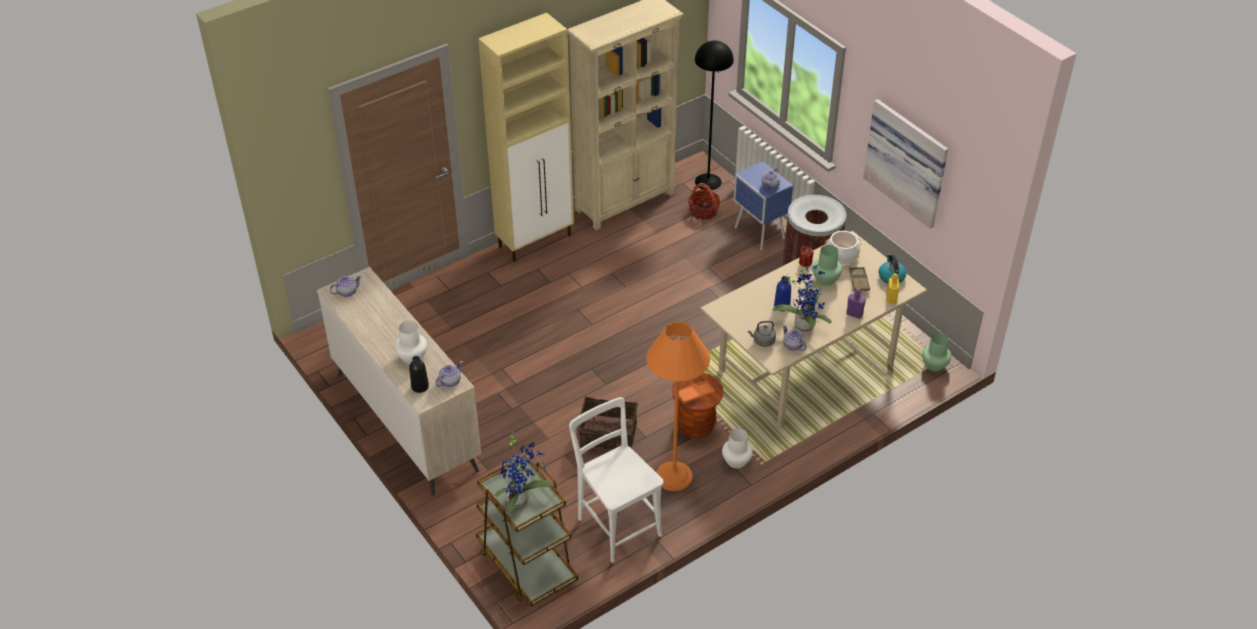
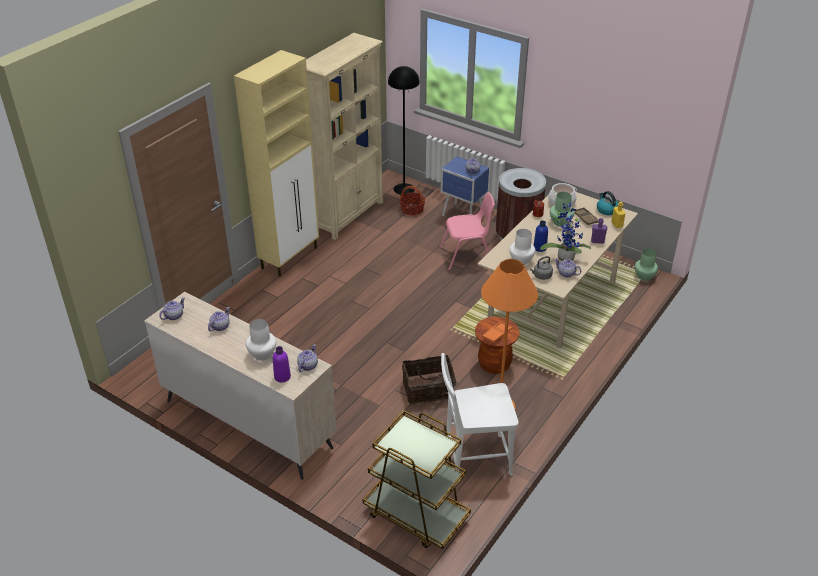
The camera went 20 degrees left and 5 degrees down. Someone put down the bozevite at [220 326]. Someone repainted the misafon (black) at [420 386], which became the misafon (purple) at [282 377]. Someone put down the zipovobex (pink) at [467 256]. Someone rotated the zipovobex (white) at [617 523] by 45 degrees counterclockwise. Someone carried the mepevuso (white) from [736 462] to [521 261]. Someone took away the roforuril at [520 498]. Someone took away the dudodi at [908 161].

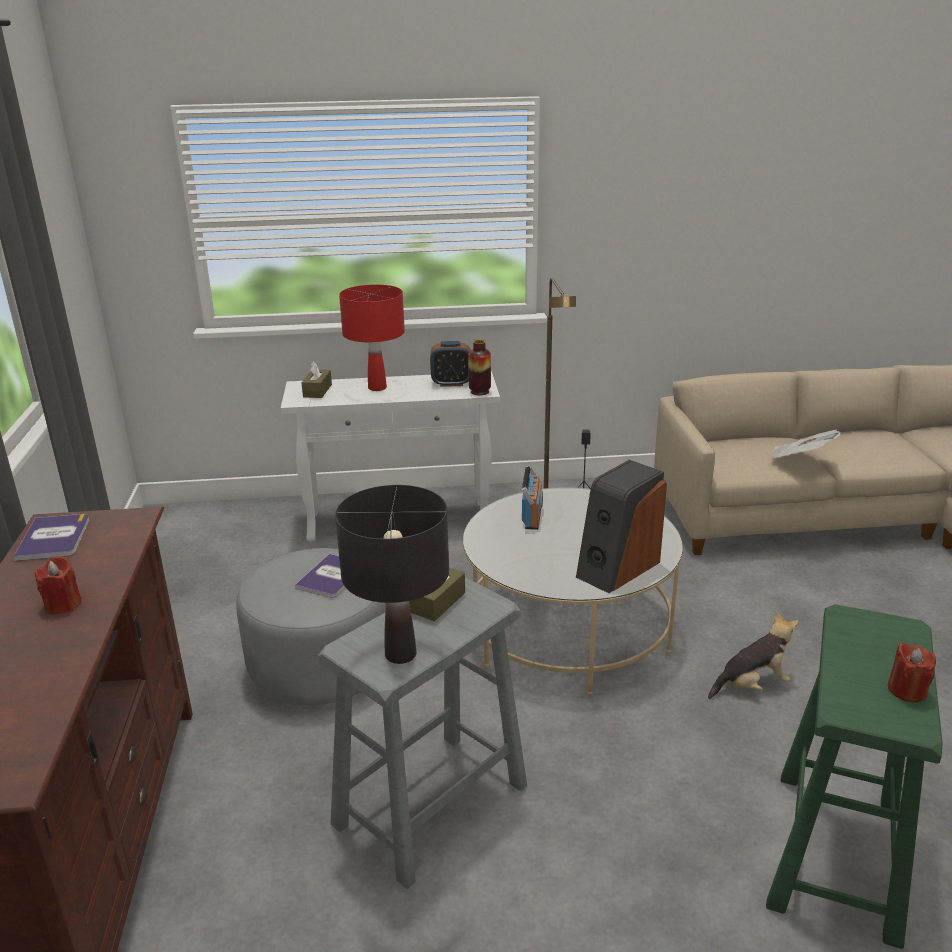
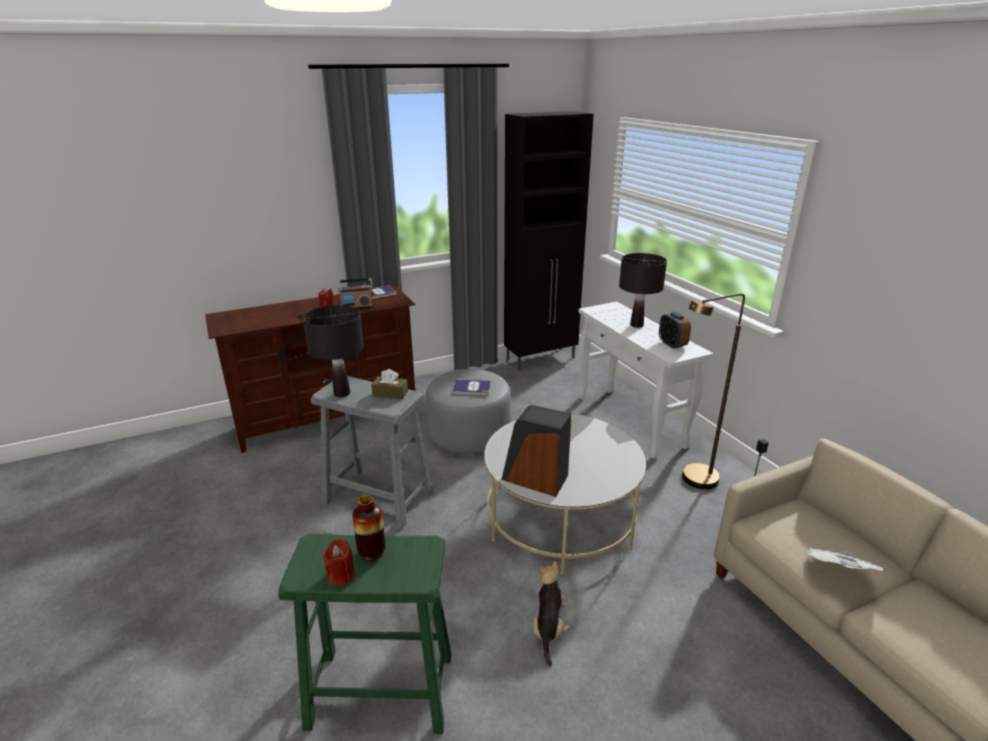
The camera went 70 degrees right and 0 degrees up. Someone carried the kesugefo from [532 517] to [357 307]. Someone carried the mepevuso from [480 392] to [372 552]. Someone put down the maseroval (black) at [541 358]. Someone rotated the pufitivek at [752 685] by 135 degrees counterclockwise. Someone repainted the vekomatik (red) at [377 388], which became the vekomatik (black) at [636 325]. Someone took away the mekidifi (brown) at [317 391].

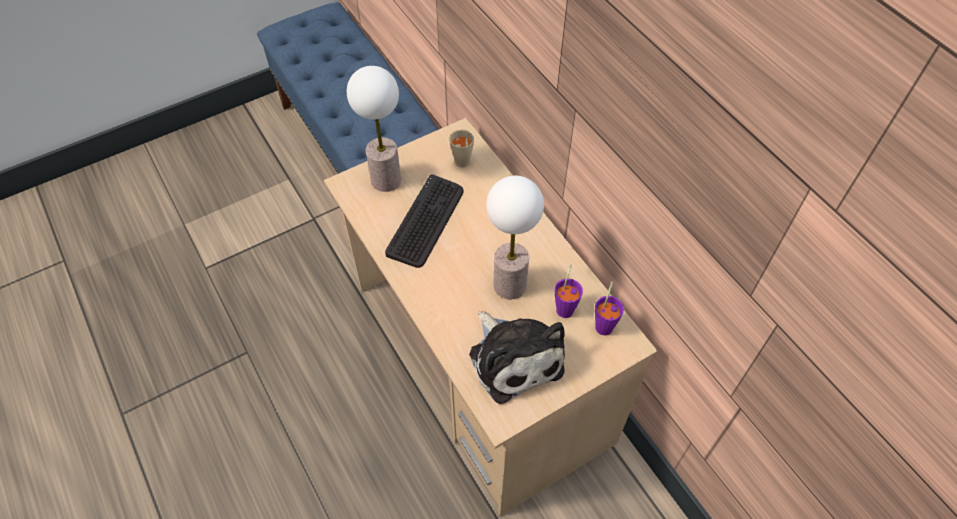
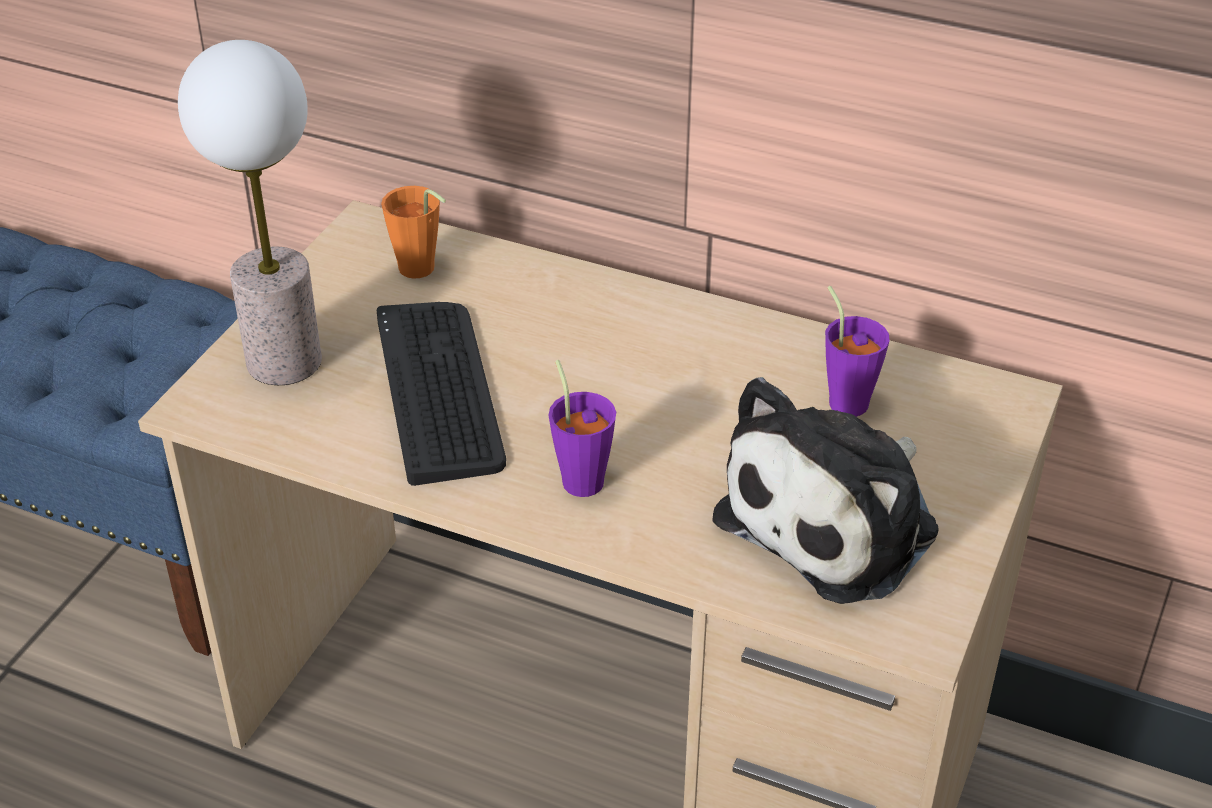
The camera went 35 degrees left and 15 degrees down. Someone repainted the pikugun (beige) at [462 164], which became the pikugun (orange) at [421 272]. Someone carried the pikugun (purple) from [605 324] to [580 475]. Someone rotated the pufitivek at [514 357] by 105 degrees clockwise. Someone took away the vekomatik at [509 285].

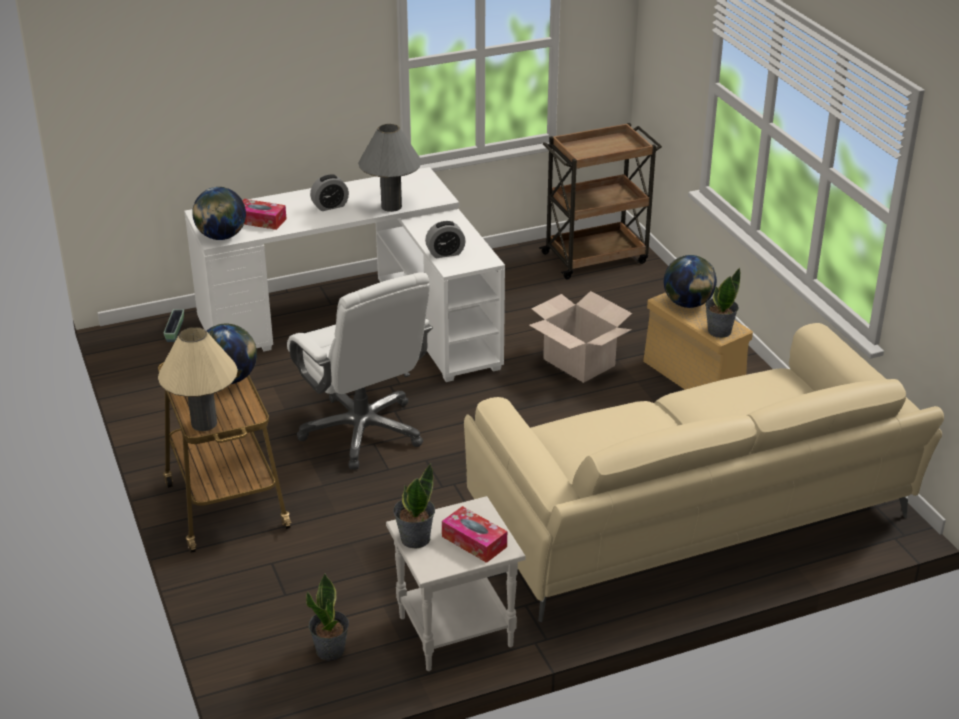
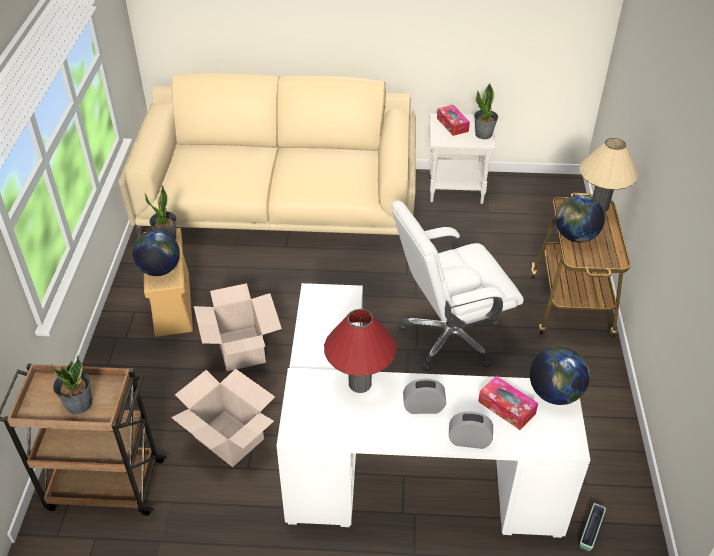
The camera went 155 degrees left and 10 degrees up. Someone carried the roforuril from [331 650] to [78 403]. Someone put down the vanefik at [228 438]. Someone repainted the vekomatik (grey) at [391 206], which became the vekomatik (red) at [360 383]. Someone rotated the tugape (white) at [363 431] by 105 degrees counterclockwise. Someone carried the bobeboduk from [445 253] to [469 441].

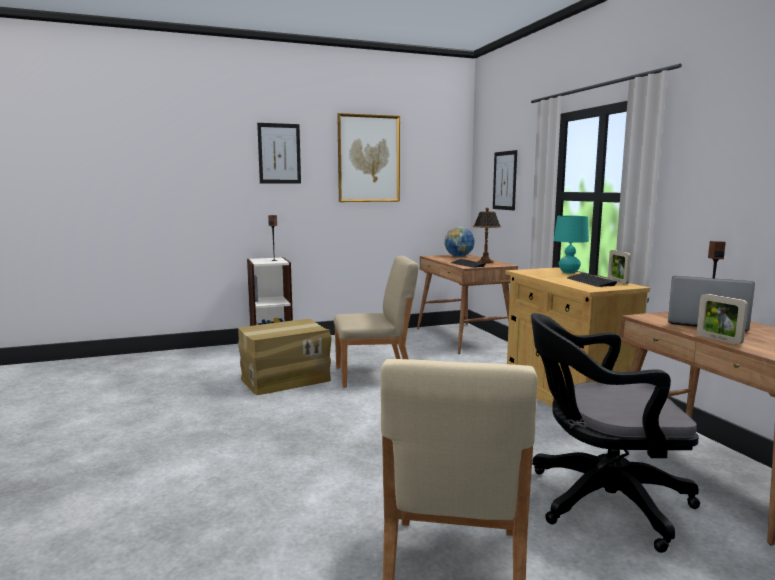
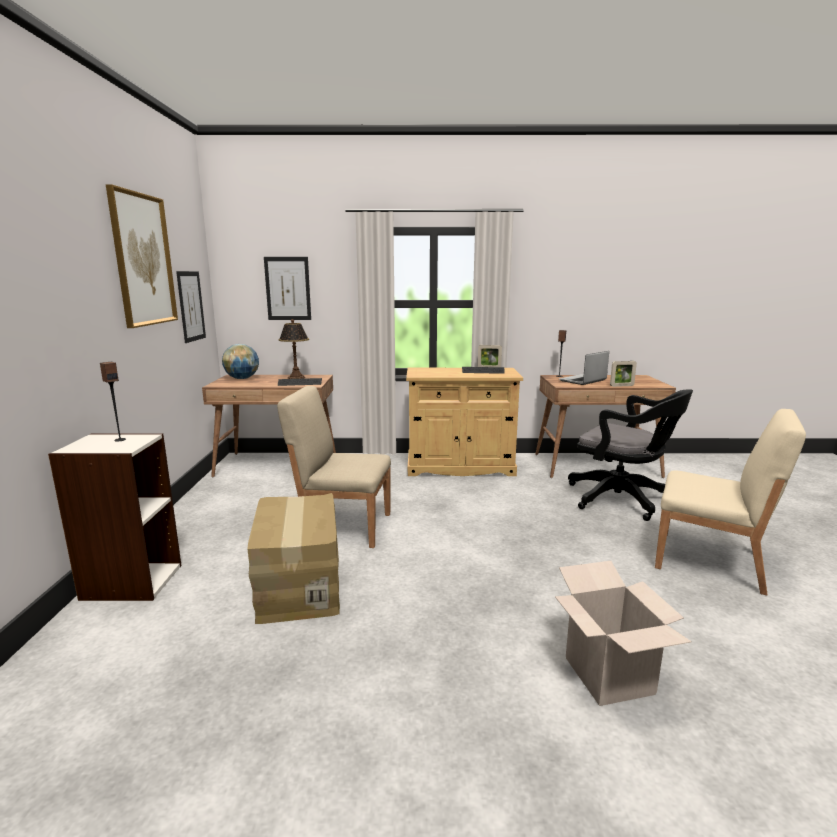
The camera went 70 degrees left and 5 degrees up. Someone carried the dudodi from [279 153] to [191 306]. Someone rotated the zipovobex (beige) at [375 375] by 90 degrees counterclockwise. Someone put down the vanefik at [609 676]. Someone rotated the tugape (black) at [600 501] by 75 degrees counterclockwise. Someone took away the vekomatik (turquoise) at [569 272].

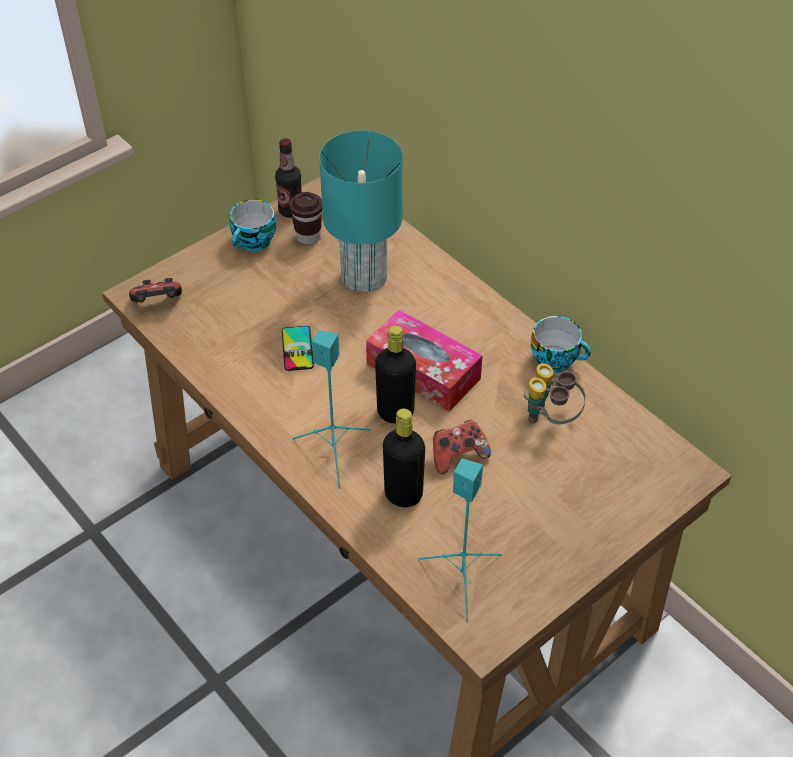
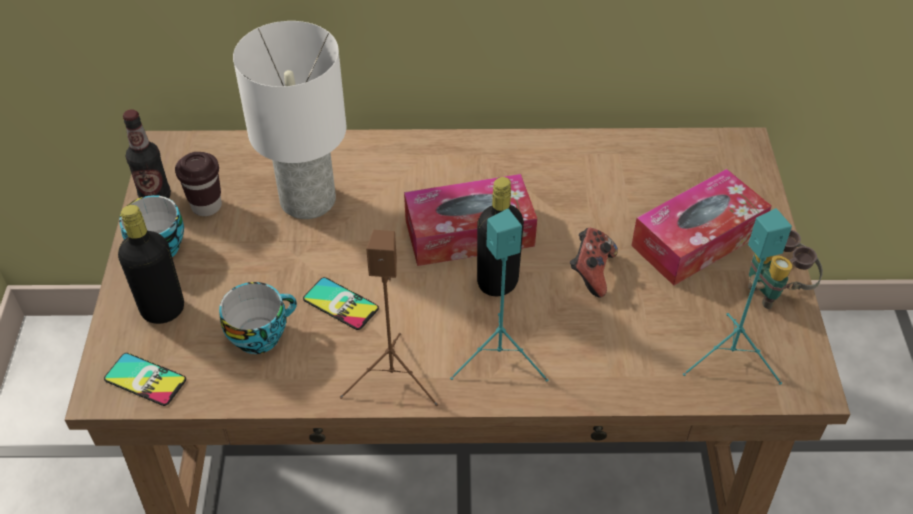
The camera went 50 degrees left and 0 degrees up. Someone swapped the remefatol at [158 304] for the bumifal at [145 379]. Someone carried the misafon (black) from [403 494] to [163 310]. Someone carried the pikugun from [556 359] to [260 334]. Someone repainted the vekomatik (turquoise) at [363 276], which became the vekomatik (white) at [306 200]. Someone put down the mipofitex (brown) at [393 378]. Someone put down the mekidifi at [697 239]. Someone carried the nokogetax from [550 418] to [774 290].

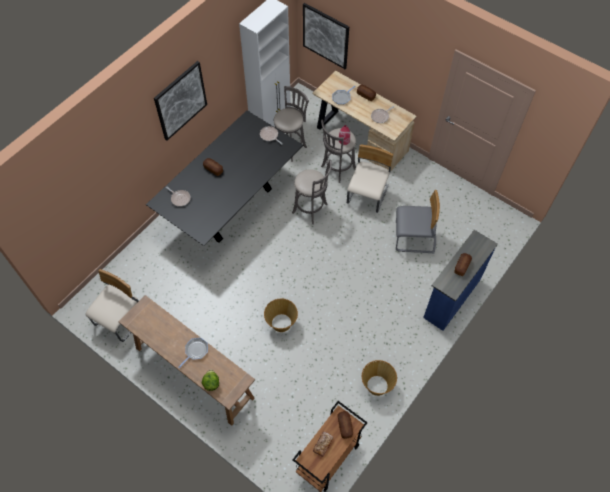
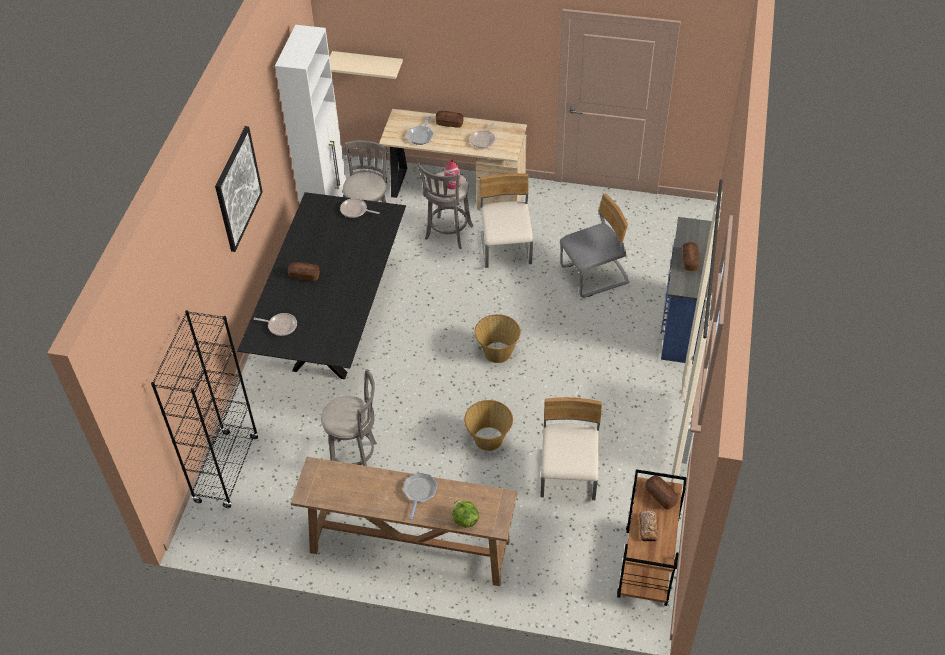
The camera went 25 degrees left and 10 degrees down. Someone put down the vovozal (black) at [227 469]. Someone carried the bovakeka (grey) from [311 209] to [356 460]. Someone swapped the dudodi at [325 36] for the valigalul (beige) at [368 64]. Someone carried the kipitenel from [377 385] to [497 352]. Someone carried the zipovobex (beige) from [122 318] to [569 475].

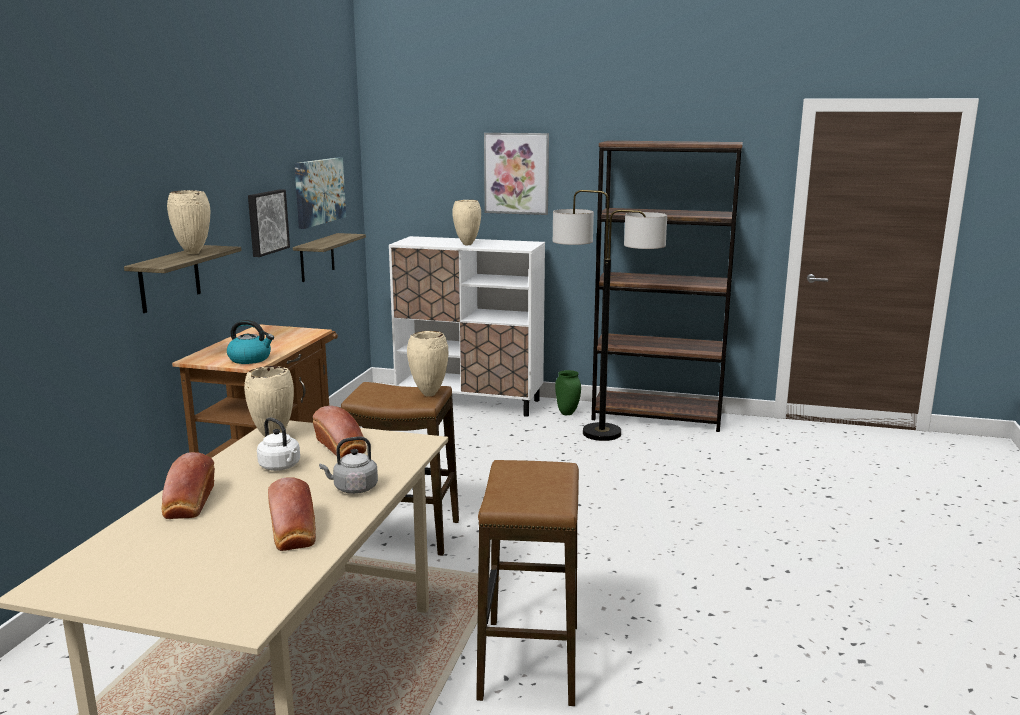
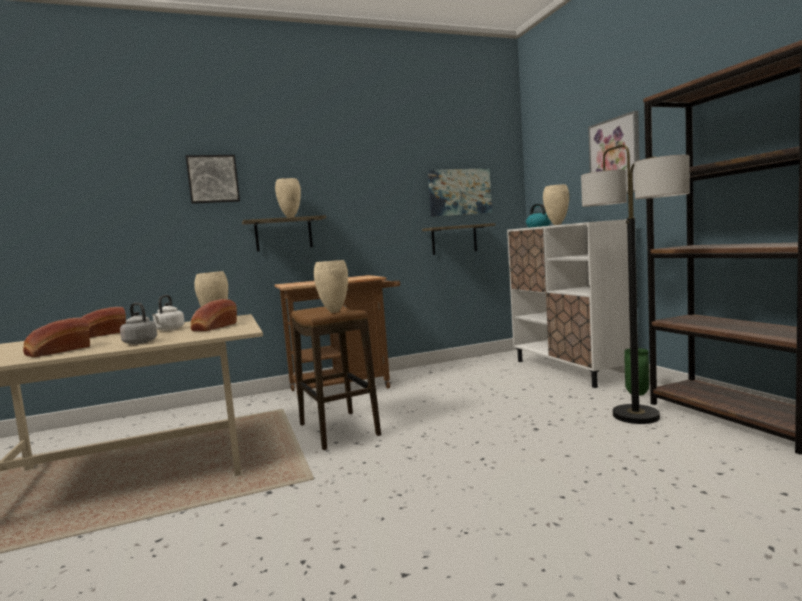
The camera went 55 degrees right and 10 degrees down. Someone carried the dudodi from [266 222] to [213 179]. Someone carried the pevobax from [250 359] to [539 226]. Someone took away the bovakeka at [530 662].

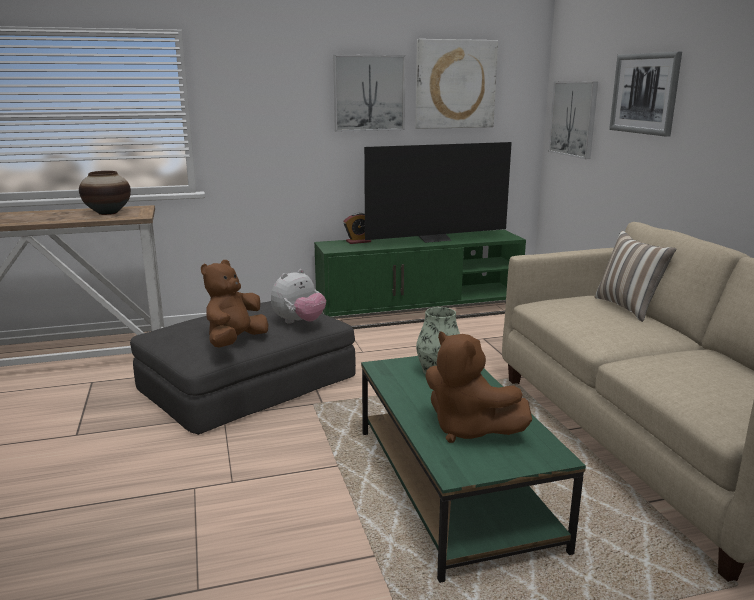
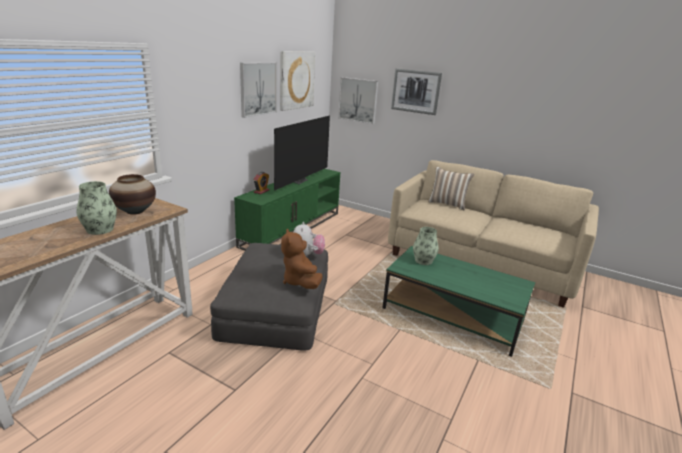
The camera went 45 degrees left and 5 degrees up. Someone put down the mepevuso at [100 229]. Someone took away the pufitivek (brown) at [468 430].

